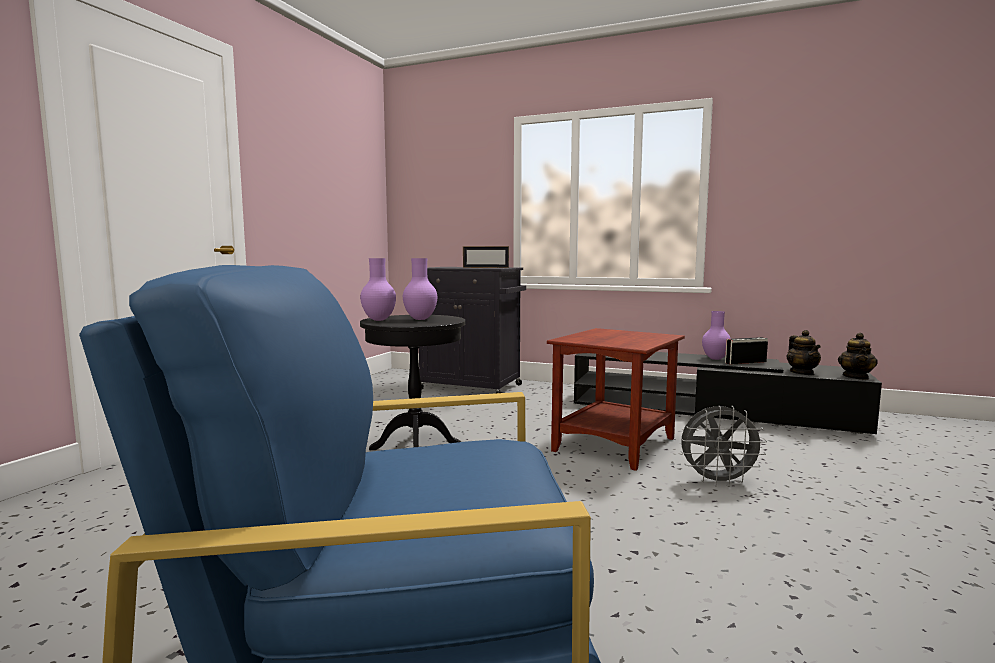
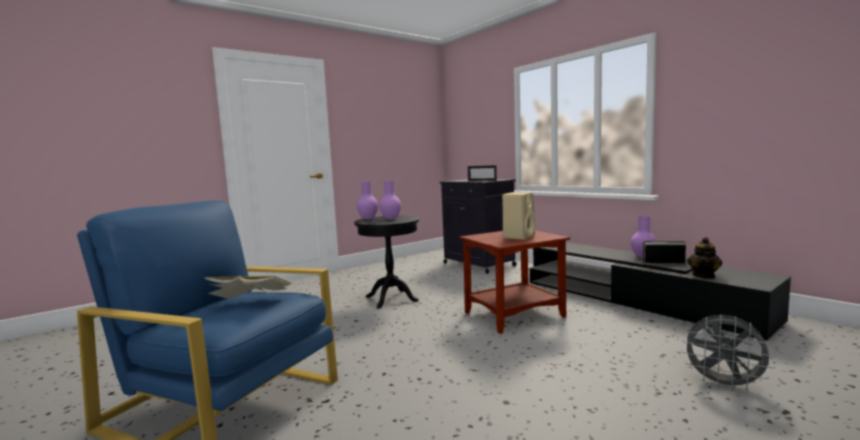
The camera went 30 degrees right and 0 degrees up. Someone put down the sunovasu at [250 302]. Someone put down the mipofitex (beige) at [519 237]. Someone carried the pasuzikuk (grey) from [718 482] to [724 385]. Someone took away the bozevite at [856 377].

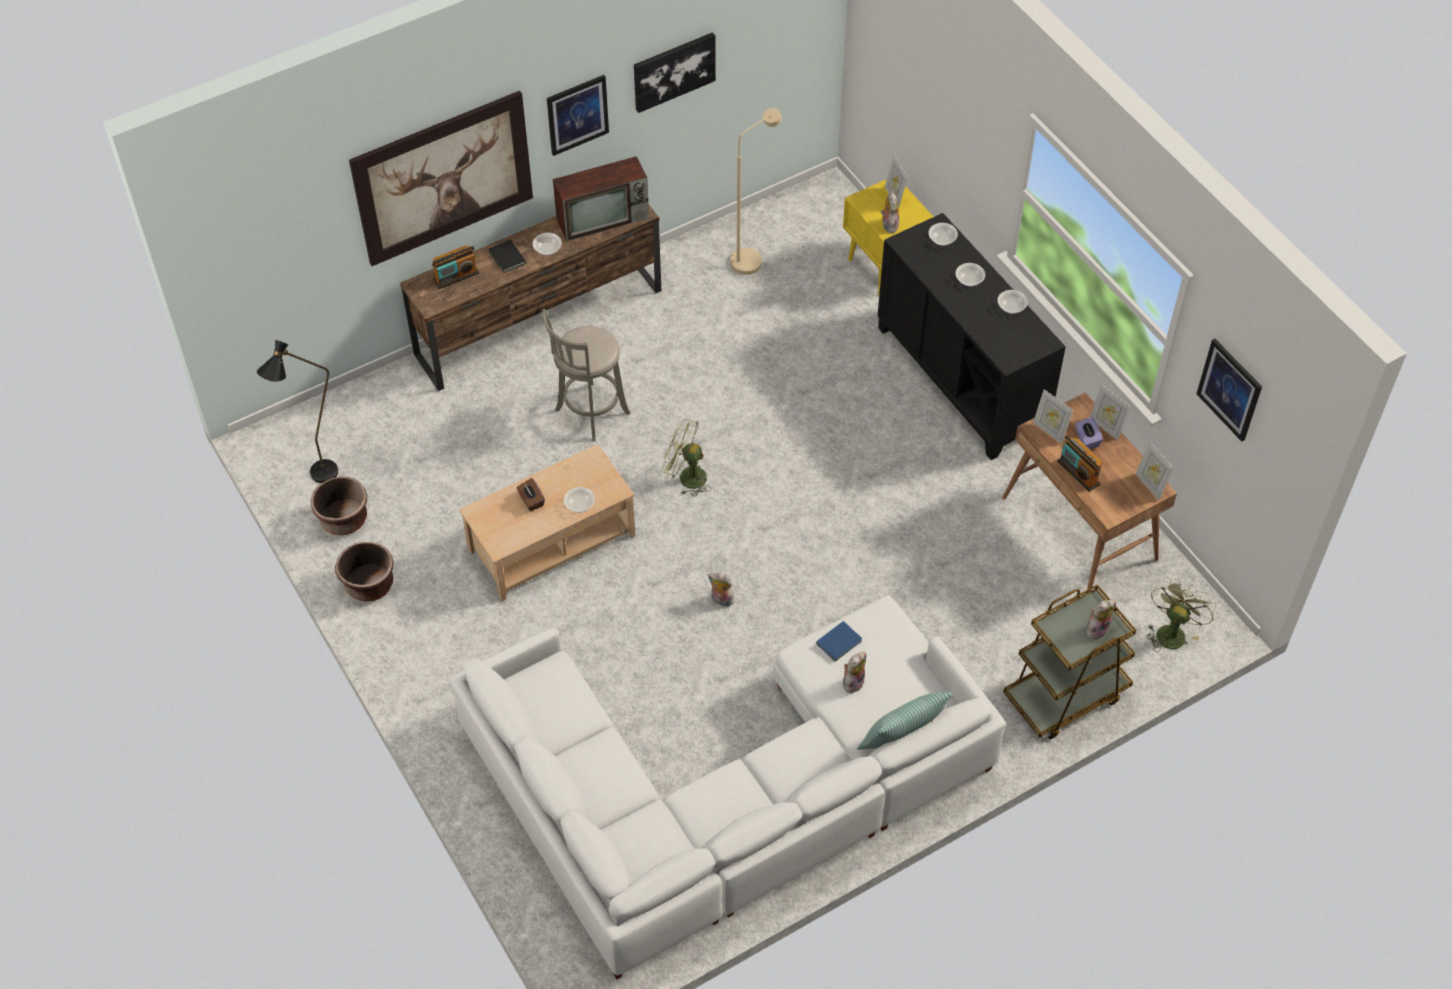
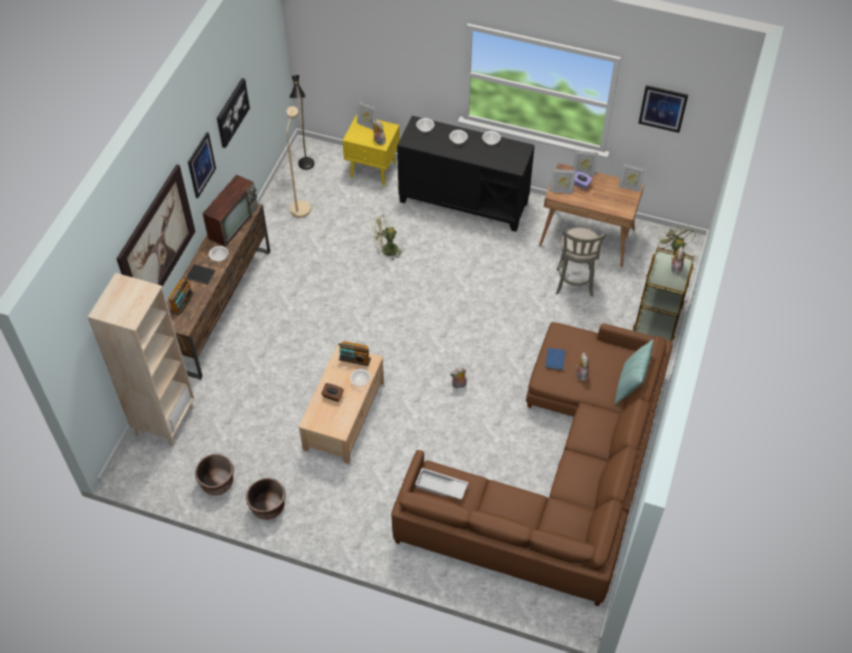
The camera went 40 degrees left and 0 degrees up. Someone put down the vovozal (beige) at [165 420]. Someone carried the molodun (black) from [317 479] to [306 168]. Someone carried the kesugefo from [1078 473] to [354 359]. Someone carried the pasuzikuk (green) from [686 477] to [386 251]. Someone repainted the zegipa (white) at [728 793], which became the zegipa (brown) at [557 475]. Someone put down the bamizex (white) at [440 487]. Someone carried the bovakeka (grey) from [589 414] to [574 284].

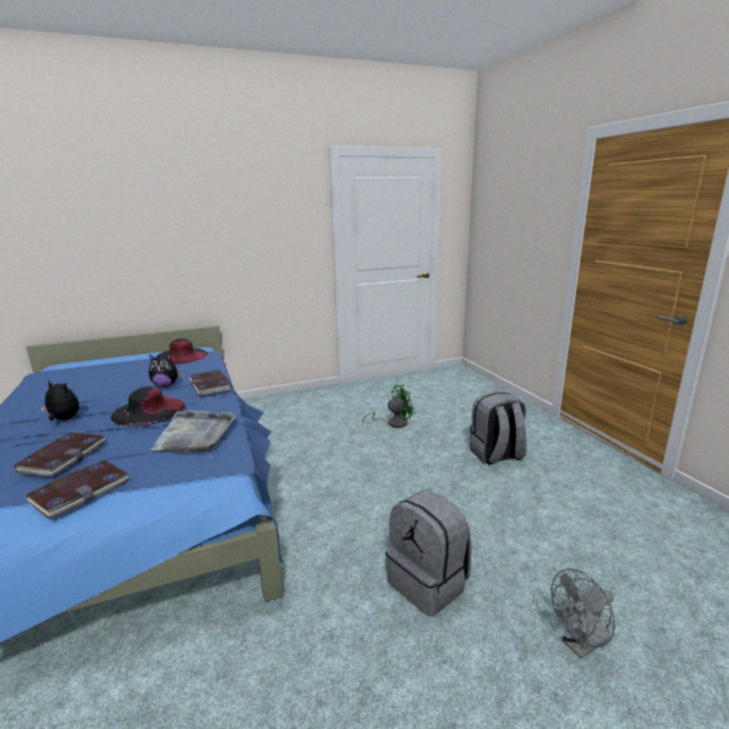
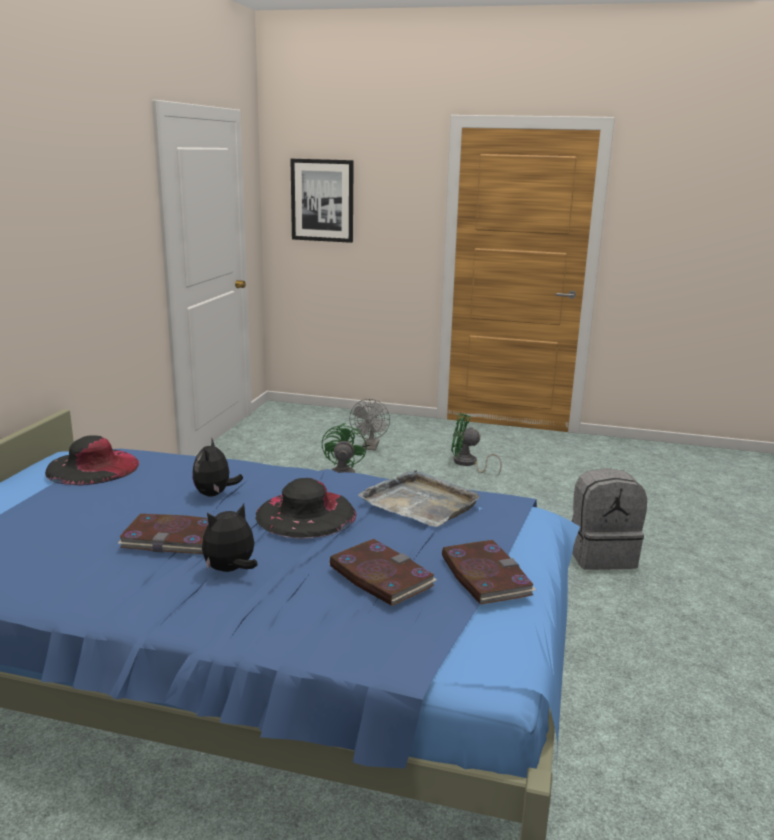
The camera went 55 degrees left and 0 degrees up. Someone carried the sunovasu from [210 385] to [173 538]. Someone rotated the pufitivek at [166 385] by 150 degrees clockwise. Someone put up the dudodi at [322 200]. Someone carried the pasuzikuk (grey) from [580 645] to [370 447]. Someone swapped the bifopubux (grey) at [496 455] for the pasuzikuk (green) at [468 464].

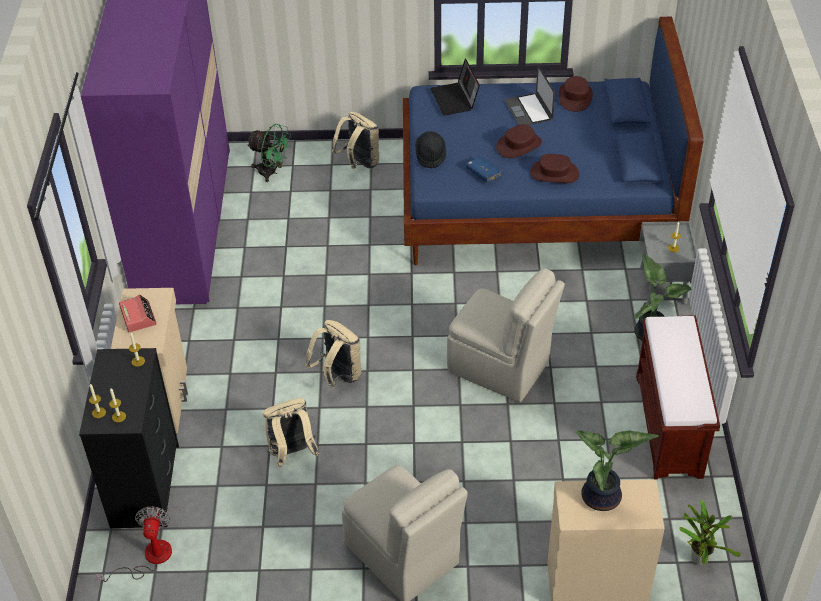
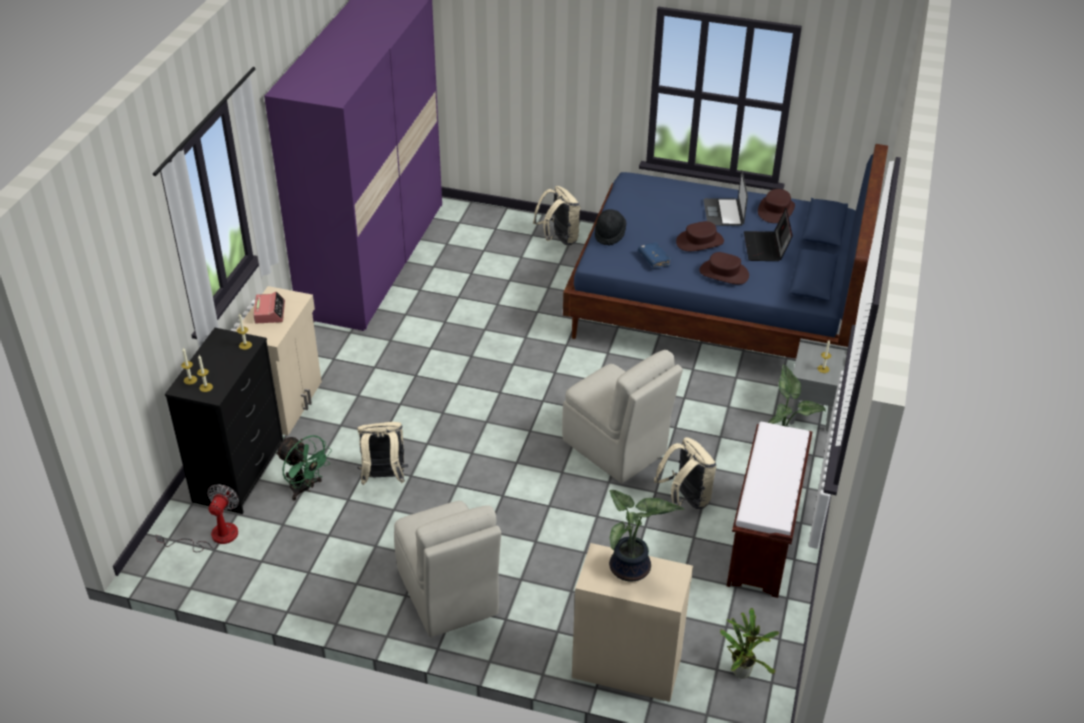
The camera went 15 degrees right and 5 degrees down. Someone carried the pasuzikuk (green) from [271 172] to [305 488]. Someone carried the bifopubux (beige) from [338 376] to [685 499]. Someone carried the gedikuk from [455 99] to [766 247].

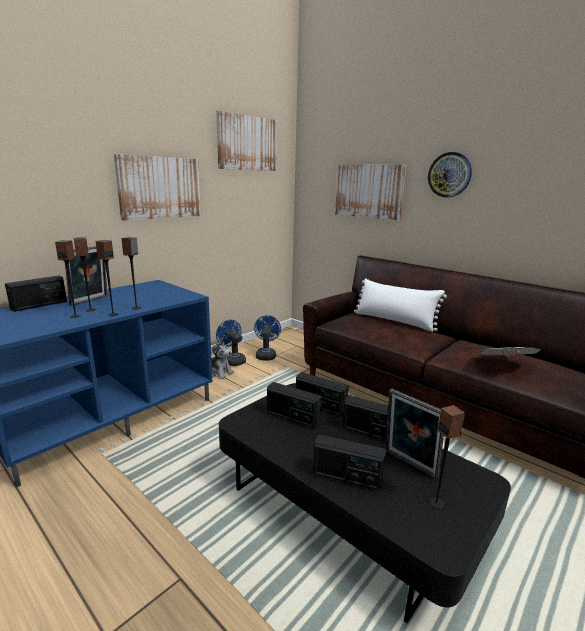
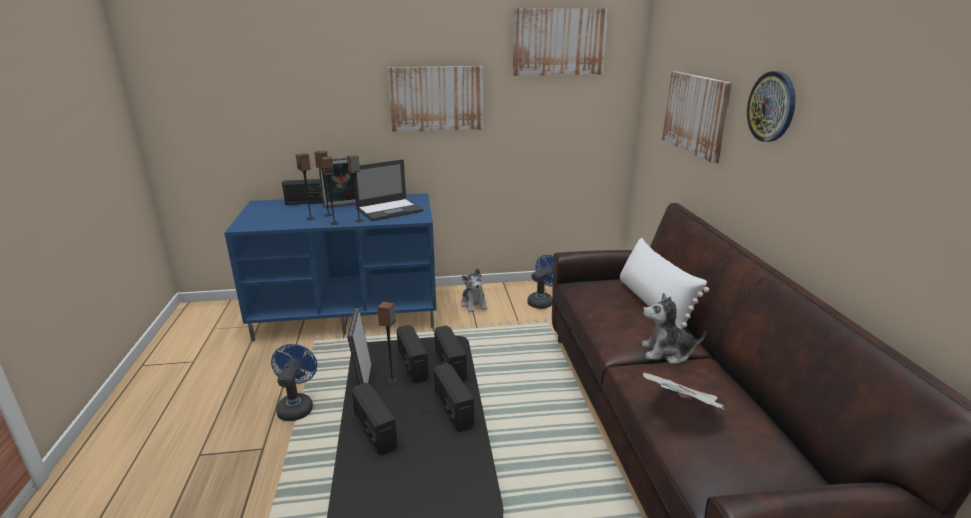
The camera went 40 degrees right and 5 degrees up. Someone carried the pasuzikuk (blue) from [232 360] to [297 406]. Someone carried the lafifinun from [408 465] to [363 380]. Someone put down the gedikuk at [390 210]. Someone carried the mipofitex from [436 503] to [392 380]. Someone put down the pufitivek at [667 352].

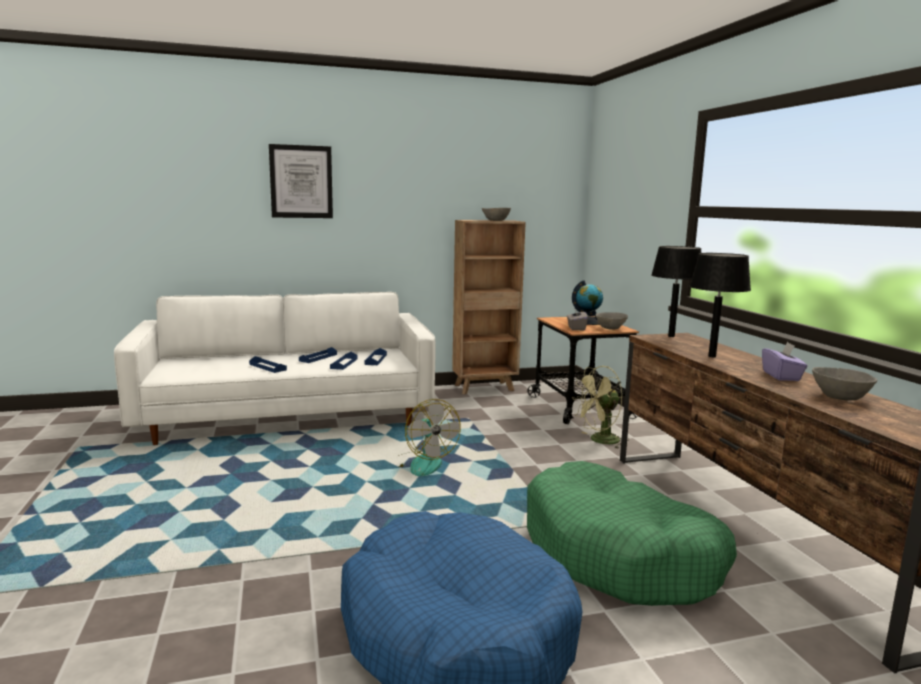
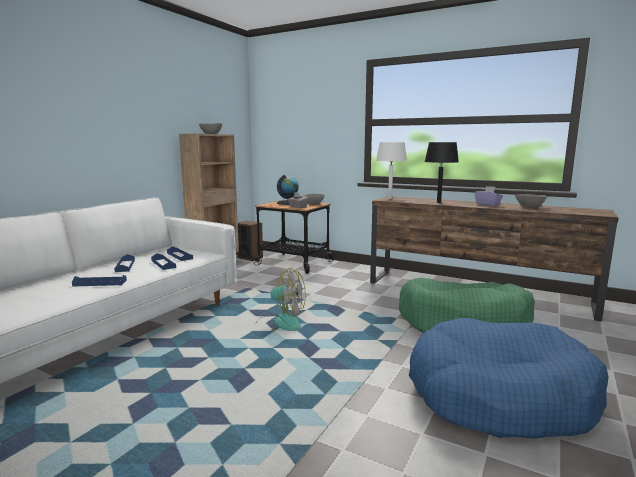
The camera went 45 degrees left and 0 degrees up. Someone put down the mipofitex at [250 257]. Someone repainted the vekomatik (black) at [671 336], which became the vekomatik (white) at [389 198]. Someone took away the dudodi at [301 182]. Someone took away the pasuzikuk (green) at [599 441].

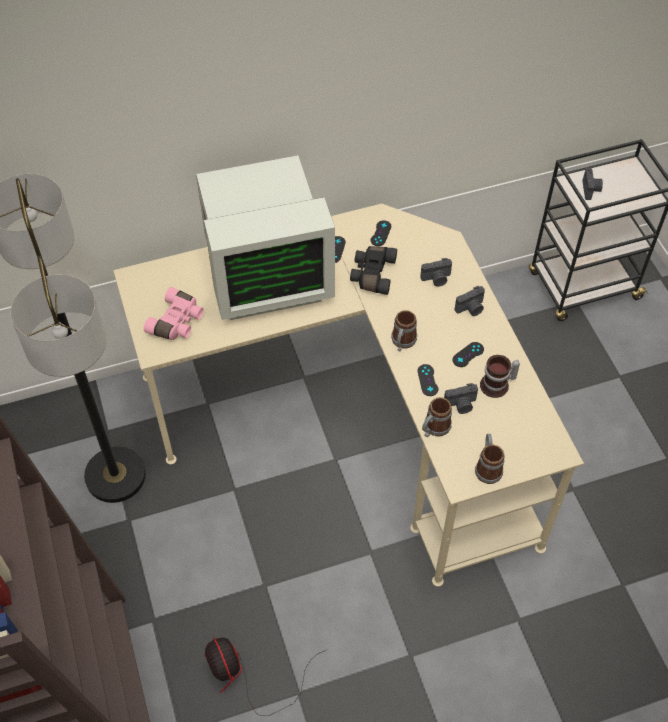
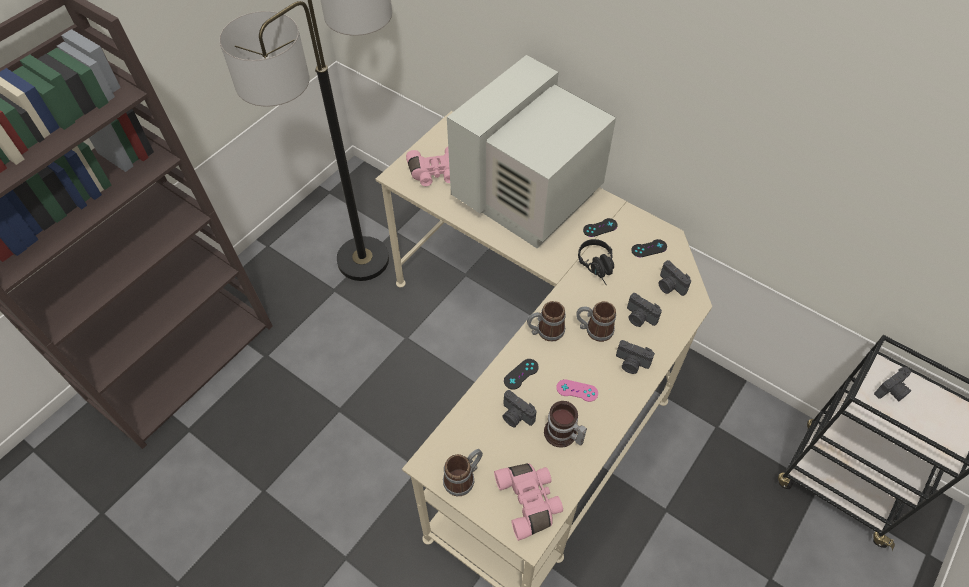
The camera went 55 degrees right and 0 degrees up. Someone rotated the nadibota at [265 274] by 90 degrees clockwise. Someone put down the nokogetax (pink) at [530 501]. Someone repainted the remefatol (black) at [468 354], which became the remefatol (pink) at [577 390]. Someone carried the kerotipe from [434 429] to [593 330]. Someone swapped the nokogetax (black) at [372 274] for the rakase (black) at [598 267]. Someone put down the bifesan at [669 286]. Someone took away the pasuzikuk at [246 676].

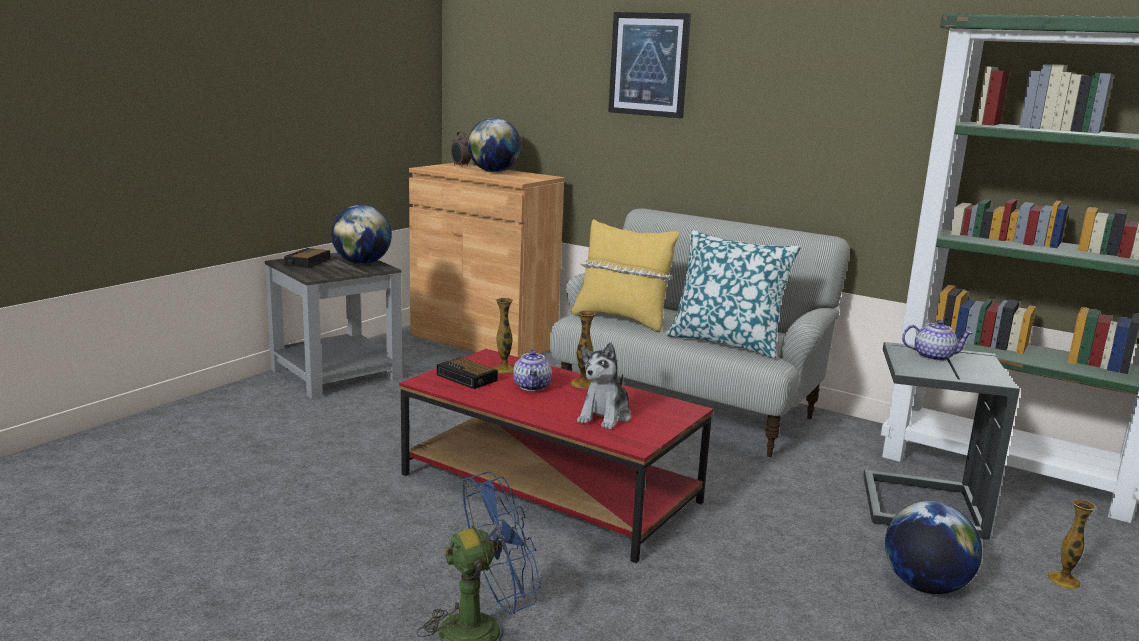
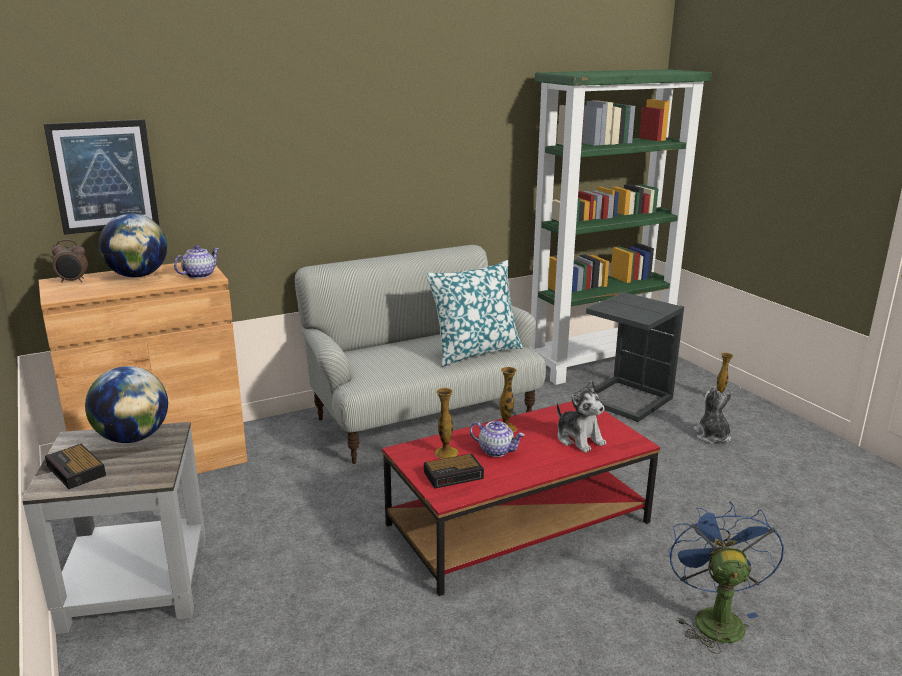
The camera went 60 degrees left and 5 degrees up. Someone carried the dudodi from [649 64] to [104 176]. Someone carried the bozevite from [933 357] to [199 275]. Someone swapped the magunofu at [925 586] for the pufitivek at [712 436]. Someone took away the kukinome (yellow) at [621 319].

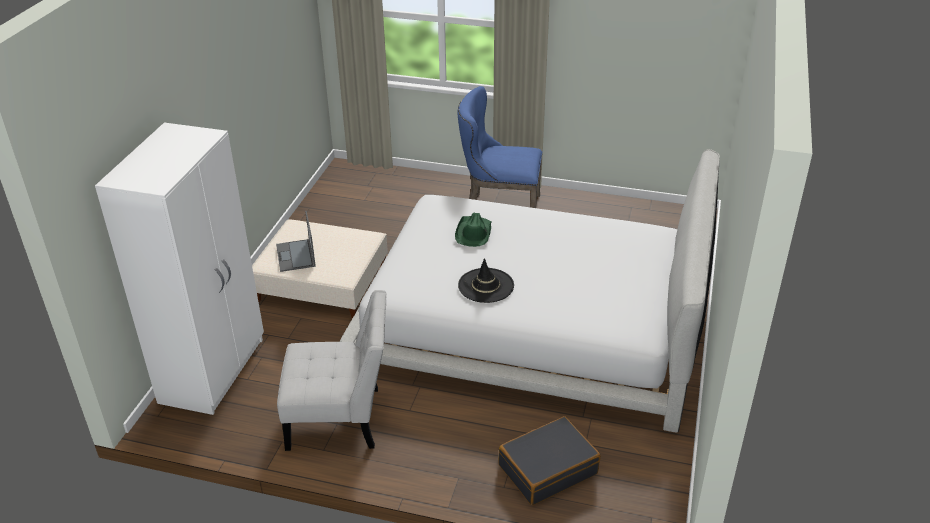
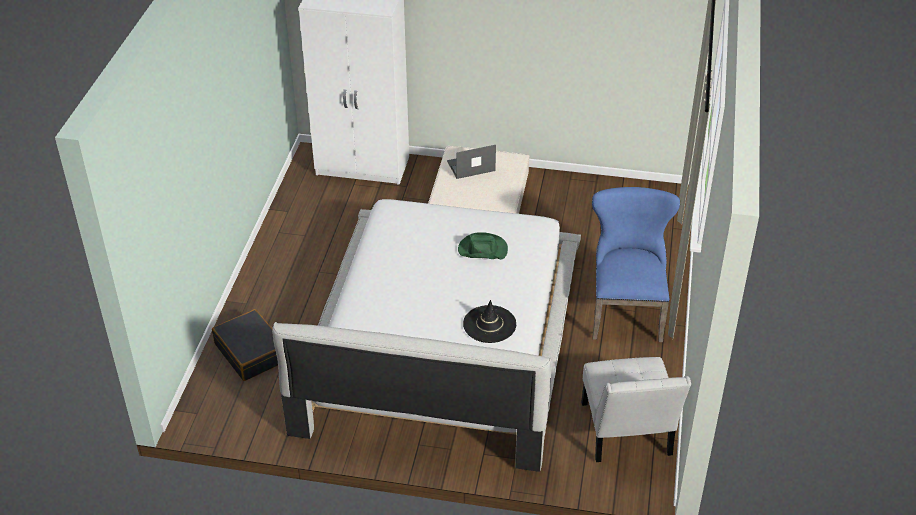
The camera went 85 degrees right and 5 degrees up. Someone carried the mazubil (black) from [486 286] to [489 324]. Someone carried the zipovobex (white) from [340 419] to [626 434].

